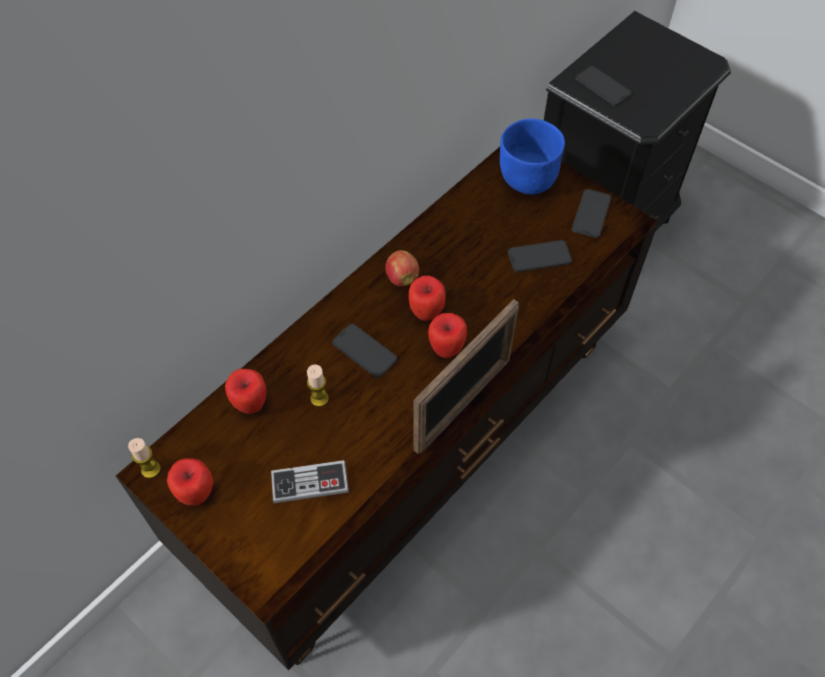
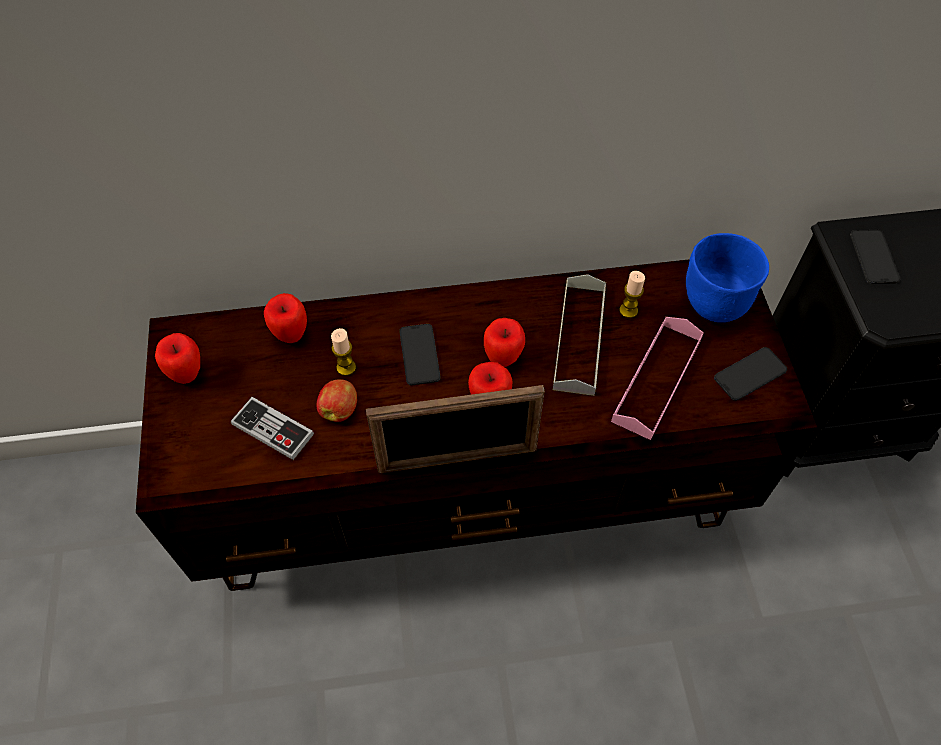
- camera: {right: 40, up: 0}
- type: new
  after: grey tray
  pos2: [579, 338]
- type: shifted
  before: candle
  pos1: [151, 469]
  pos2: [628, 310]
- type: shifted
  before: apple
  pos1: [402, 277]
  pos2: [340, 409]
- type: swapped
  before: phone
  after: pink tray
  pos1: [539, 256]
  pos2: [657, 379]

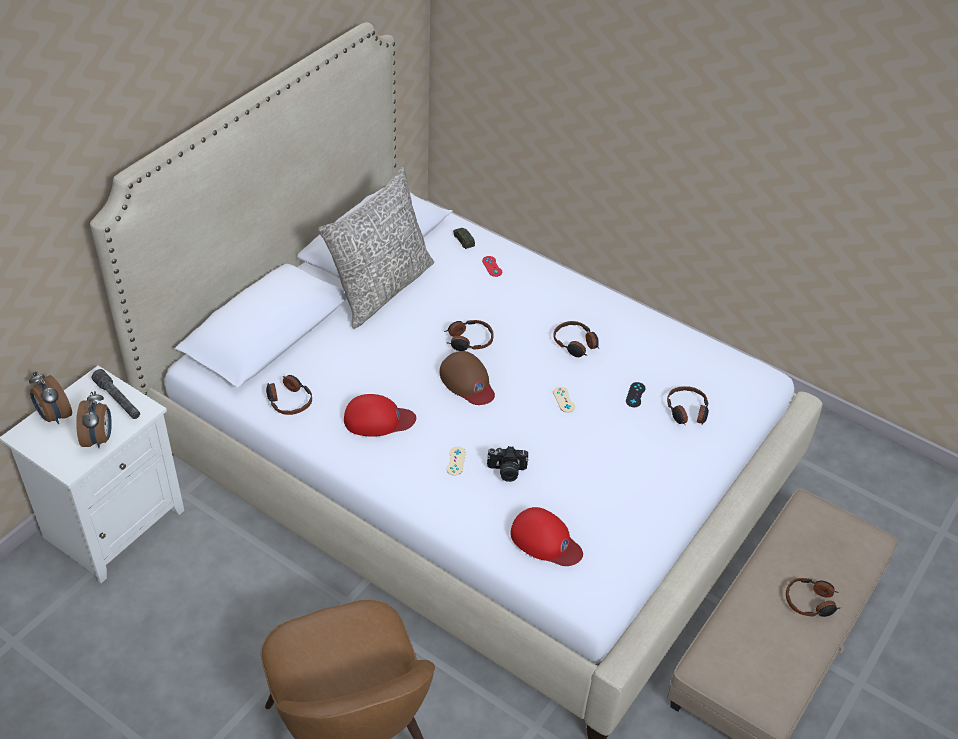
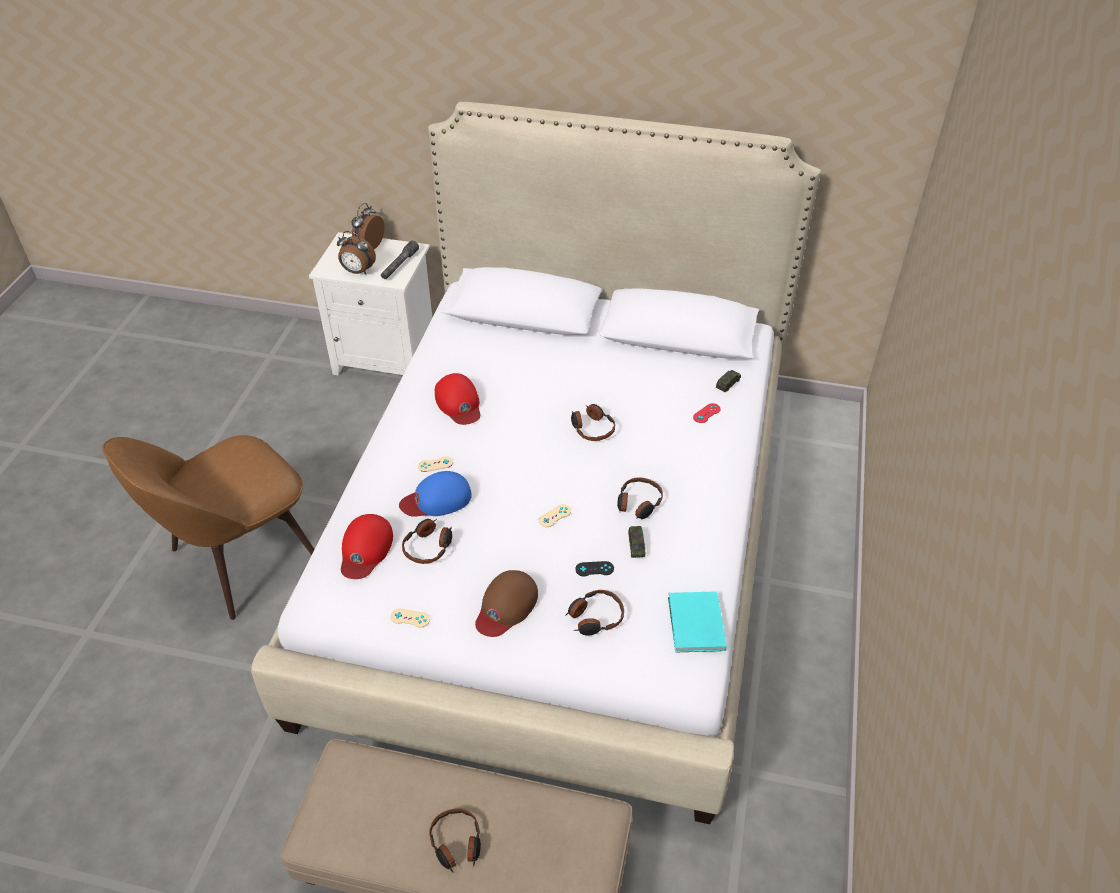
- camera: {right: 70, up: 0}
- type: gone
  before: grey pillow
  pos1: [381, 288]
- type: new
  after: beige game controller
  pos2: [410, 618]
- type: new
  after: toy car
  pos2: [636, 546]
- type: new
  after: turquoise book
  pos2: [695, 625]
- type: shifted
  before: headphones
  pos1: [288, 400]
  pos2: [429, 546]
- type: shifted
  before: brown cap
  pos1: [467, 382]
  pos2: [506, 606]
- type: swapped
  before: photo camera
  after: blue cap
  pos1: [506, 471]
  pos2: [437, 499]
- type: rotated
  before: alarm clock
  pos1: [99, 439]
  pos2: [357, 271]
  turn: 45

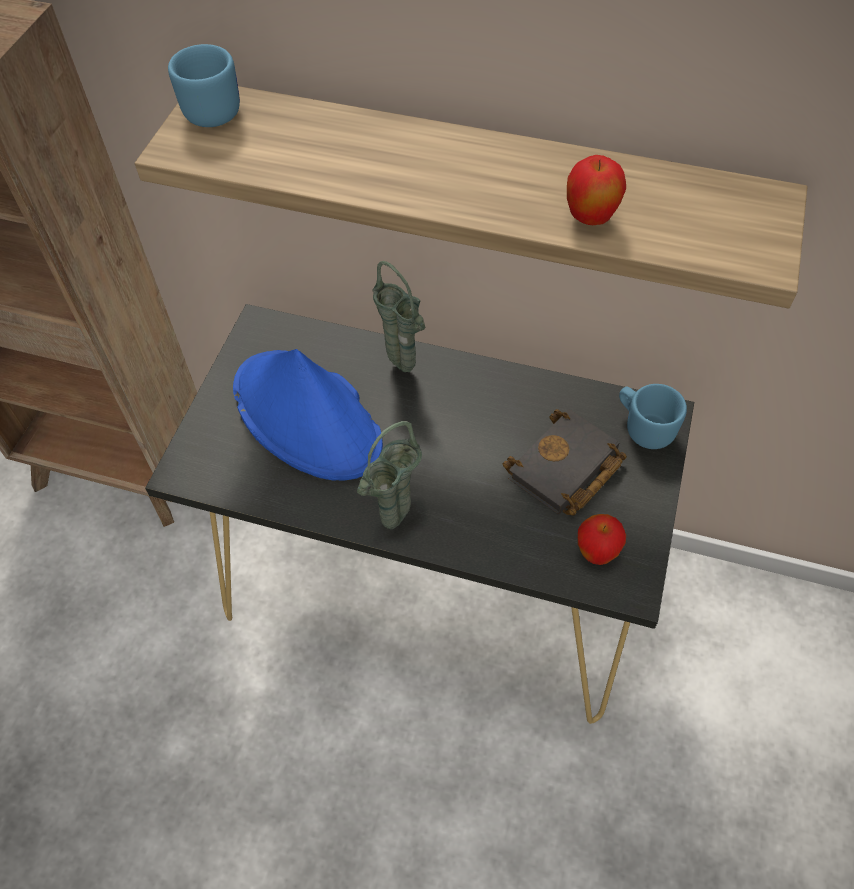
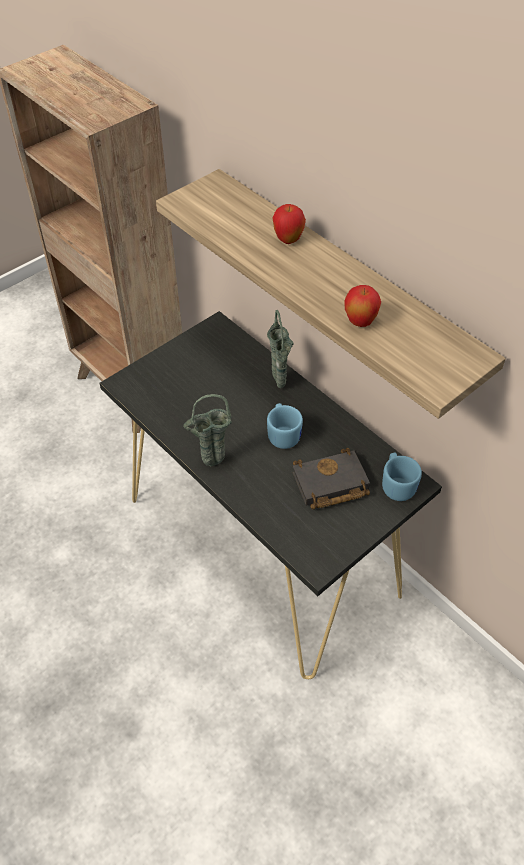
- camera: {right: 30, up: -5}
- type: gone
  before: blue hat
  pos1: [308, 417]
- type: shifted
  before: blue mug
  pos1: [207, 109]
  pos2: [283, 434]
- type: shifted
  before: apple
  pos1: [596, 553]
  pos2: [288, 240]

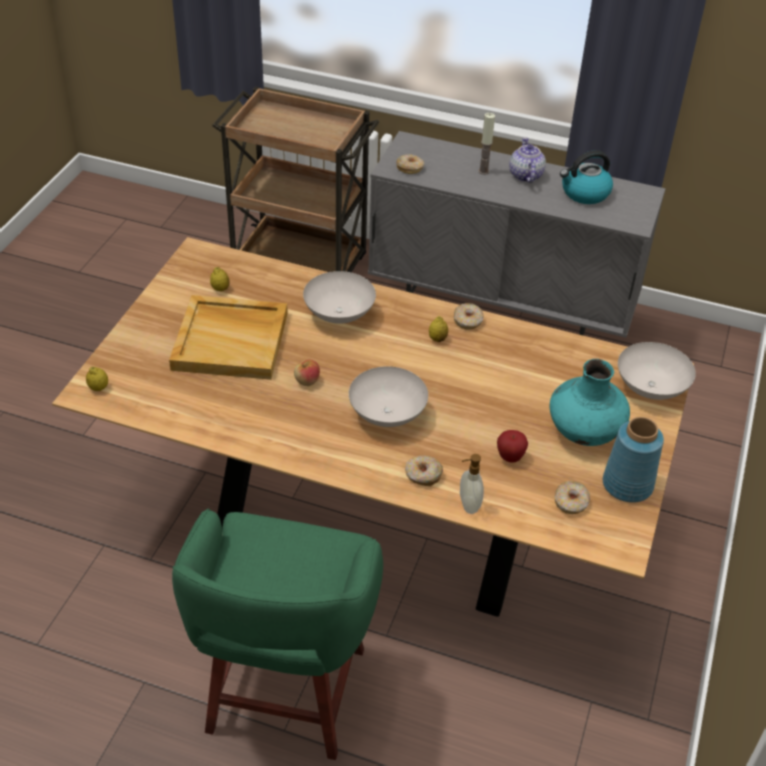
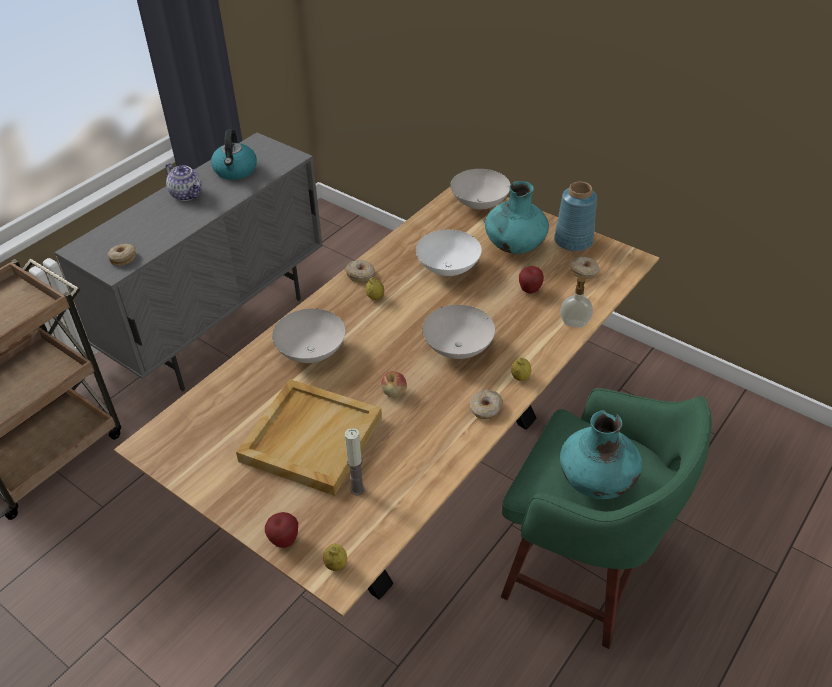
- camera: {right: -70, up: 0}
- type: new
  after: apple
  pos2: [284, 540]
- type: new
  after: white bowl
  pos2: [448, 269]
- type: new
  after: turquoise vase
  pos2: [596, 482]
- type: shifted
  before: lemon
  pos1: [220, 289]
  pos2: [520, 377]
- type: shifted
  before: donut
  pos1: [423, 475]
  pos2: [485, 409]
- type: shifted
  before: candle
  pos1: [483, 171]
  pos2: [357, 489]
- type: rotated
  before: teapot
  pos1: [525, 175]
  pos2: [187, 194]
  turn: -150

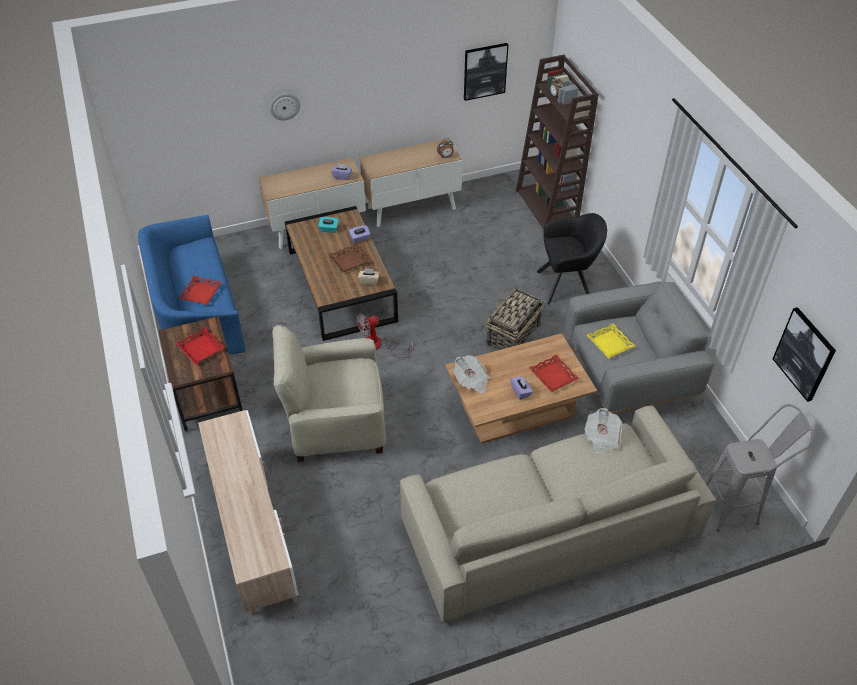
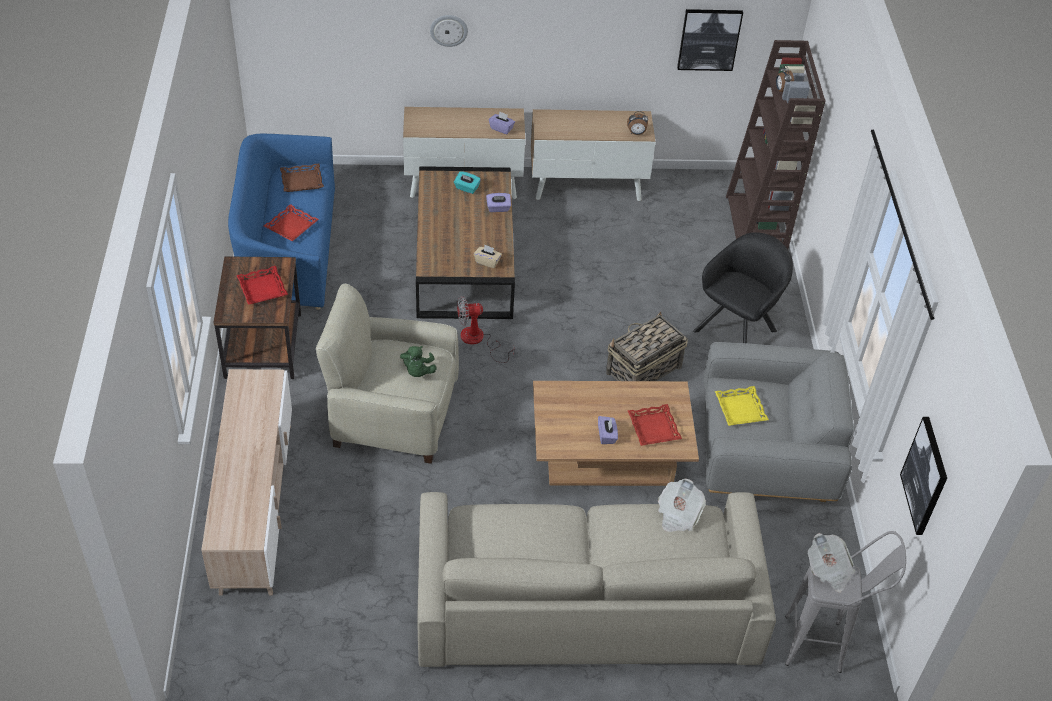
- camera: {right: 15, up: 0}
- type: new
  after: green plush toy
  pos2: [418, 371]
- type: shifted
  before: brown tray
  pos1: [349, 261]
  pos2: [302, 181]
- type: shifted
  before: newspaper
  pos1: [471, 381]
  pos2: [828, 570]
- type: rotated
  before: black armchair
  pos1: [567, 285]
  pos2: [738, 328]
  turn: -60

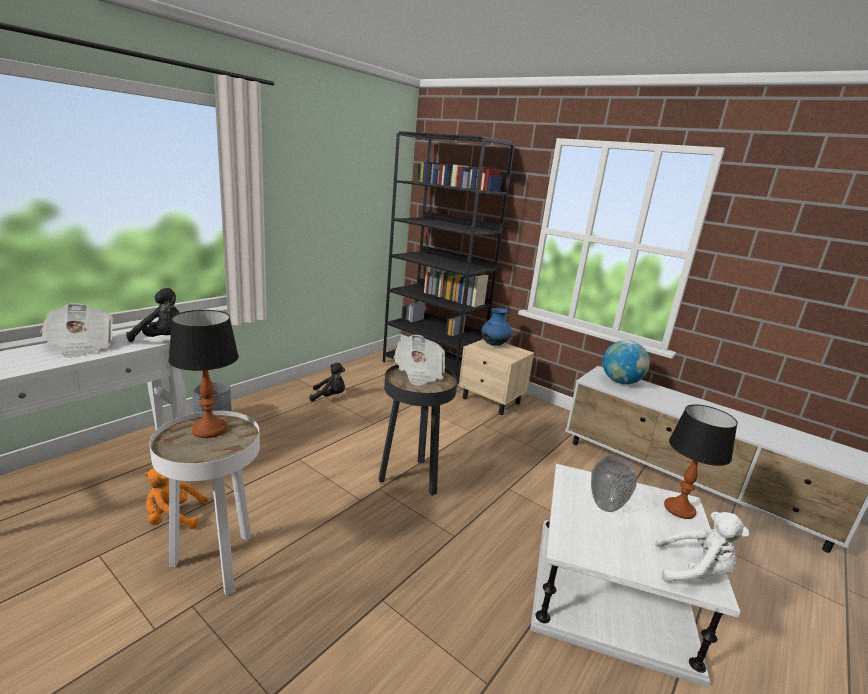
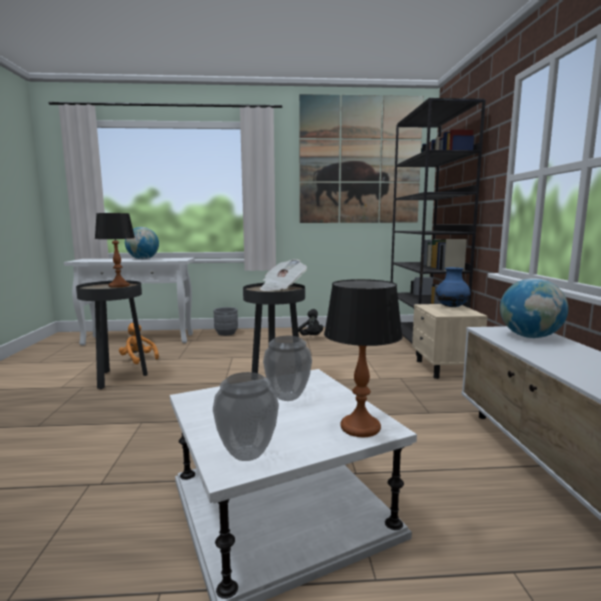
- camera: {right: 50, up: -10}
- type: gone
  before: black plush toy
  pos1: [164, 339]
- type: new
  after: picture
  pos2: [360, 160]
- type: swapped
  before: newspaper
  after: globe
  pos1: [81, 346]
  pos2: [143, 259]
- type: swapped
  before: white plush toy
  after: vase
  pos1: [694, 572]
  pos2: [246, 455]
- type: repainted
  before: white side table
  after: black side table
  pos1: [217, 563]
  pos2: [118, 378]

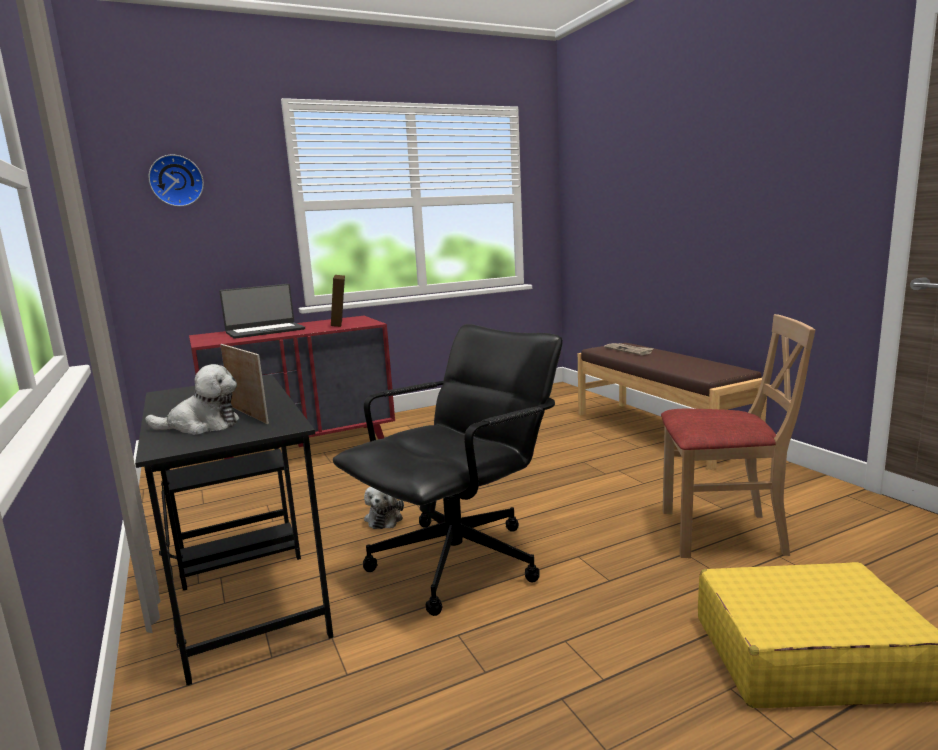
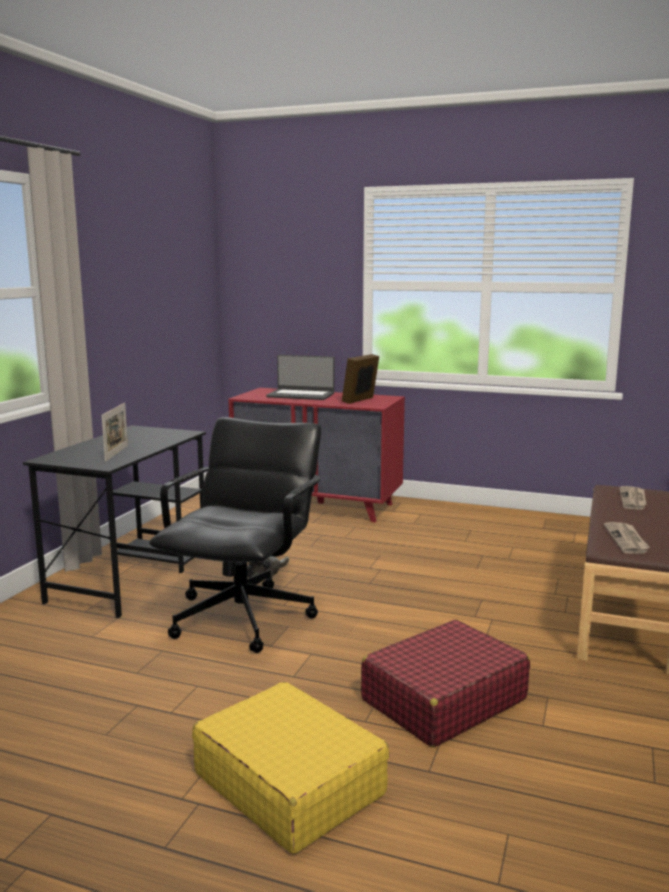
- camera: {right: 45, up: 0}
- type: gone
  before: plush toy
  pos1: [202, 426]
- type: gone
  before: wall clock
  pos1: [176, 181]
- type: new
  after: newspaper
  pos2: [627, 540]
- type: swapped
  before: beige chair
  after: red suitcase
  pos1: [721, 533]
  pos2: [443, 700]
- type: rotated
  before: black office chair
  pos1: [459, 561]
  pos2: [244, 617]
  turn: -75

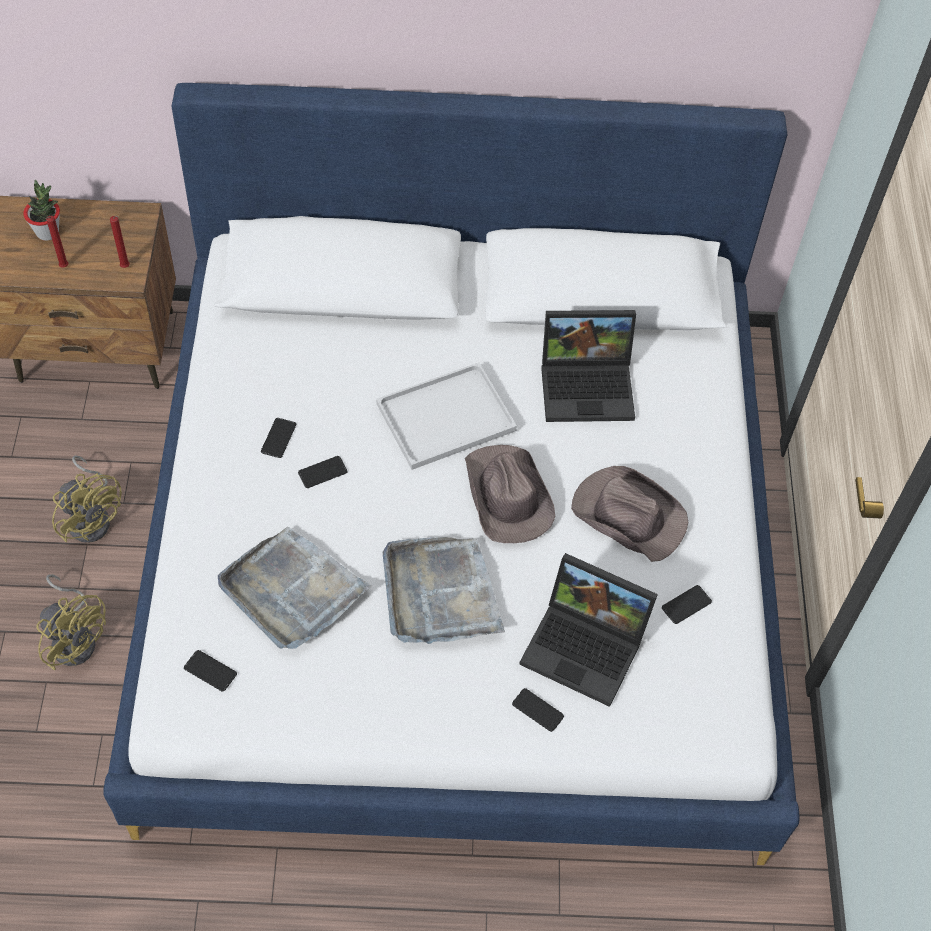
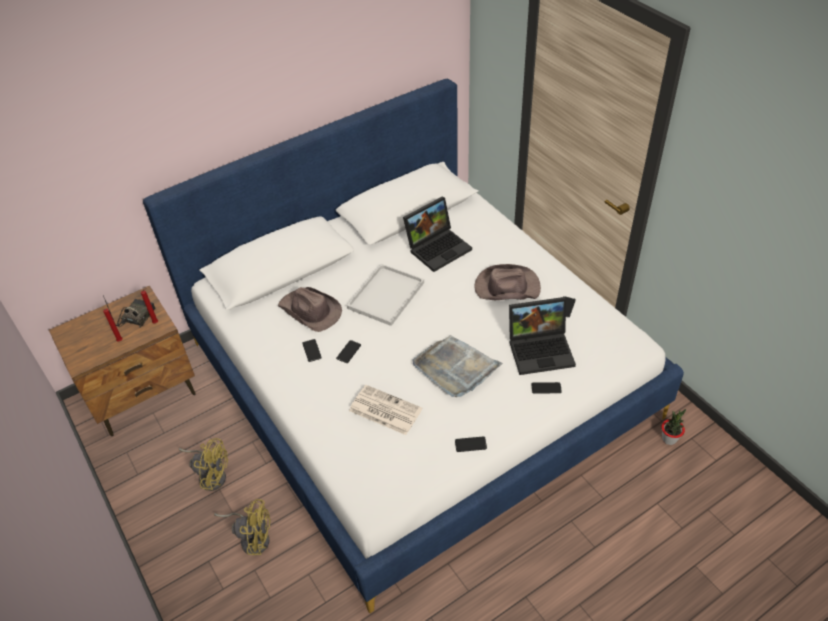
- camera: {right: -30, up: -10}
- type: new
  after: radio
  pos2: [136, 316]
- type: shifted
  before: potted plant
  pos1: [48, 232]
  pos2: [669, 439]
- type: shifted
  before: phone
  pos1: [210, 671]
  pos2: [470, 444]
- type: shifted
  before: brown hat
  pos1: [506, 496]
  pos2: [310, 311]
- type: swapped
  before: grey tray
  after: newspaper
  pos1: [292, 591]
  pos2: [384, 410]

